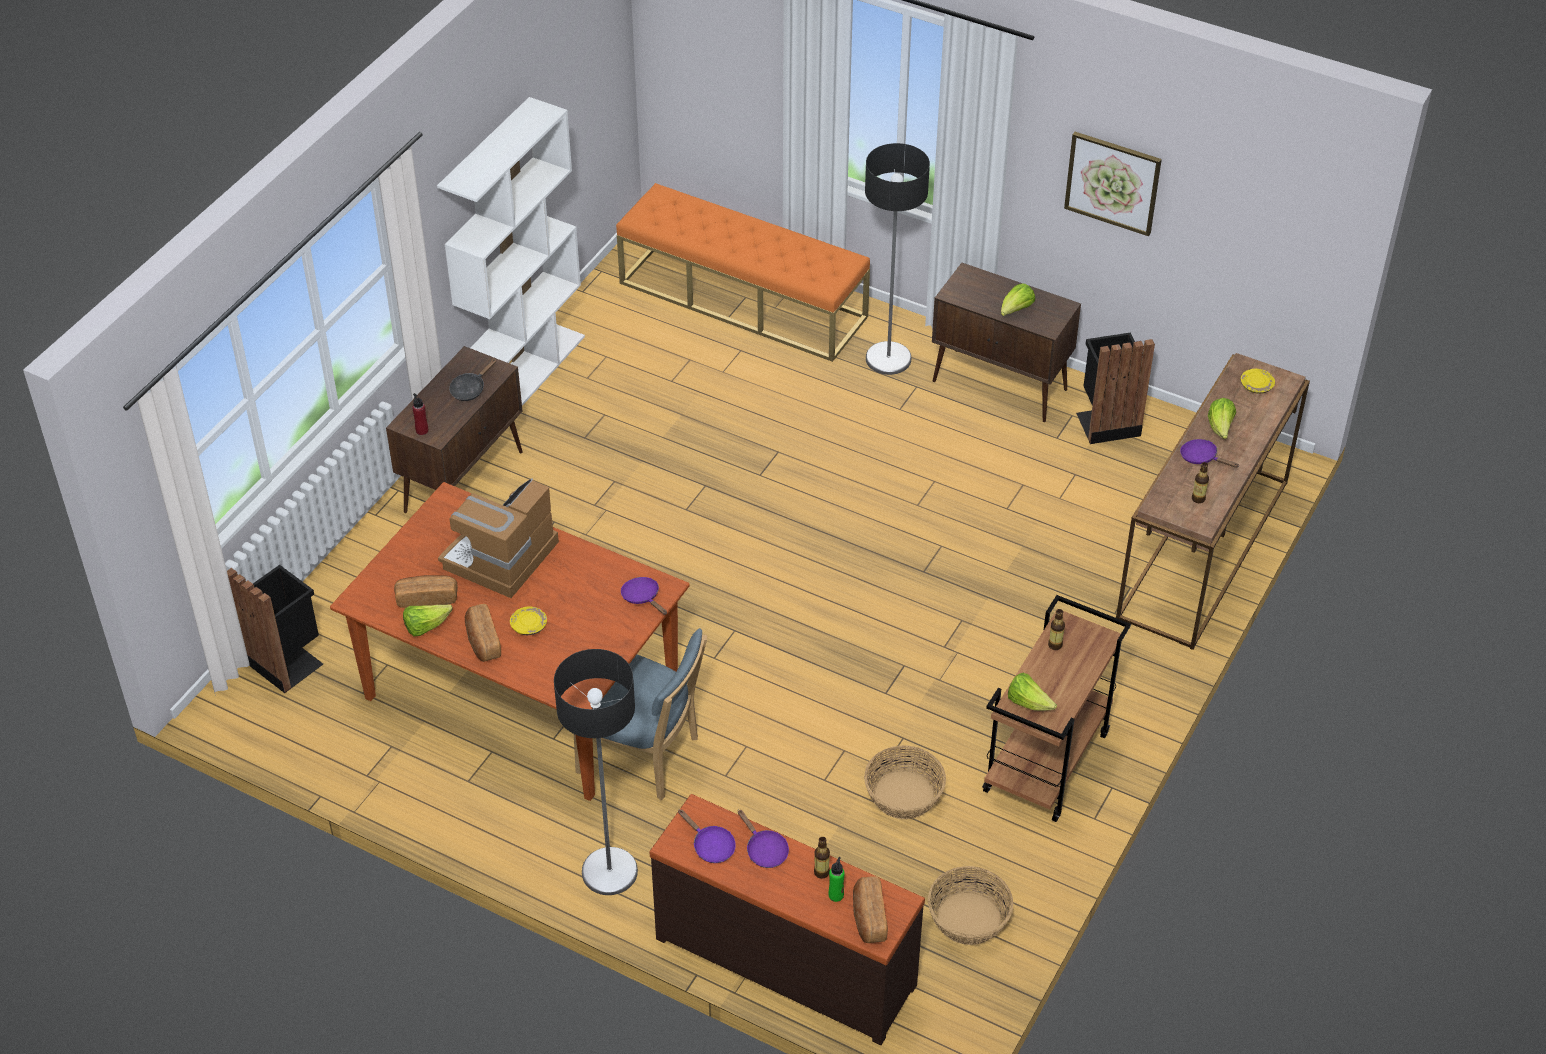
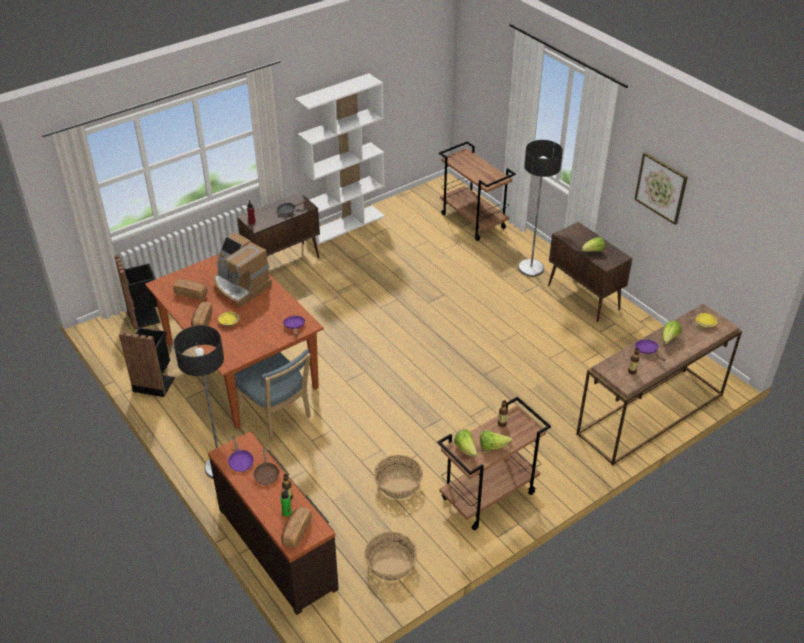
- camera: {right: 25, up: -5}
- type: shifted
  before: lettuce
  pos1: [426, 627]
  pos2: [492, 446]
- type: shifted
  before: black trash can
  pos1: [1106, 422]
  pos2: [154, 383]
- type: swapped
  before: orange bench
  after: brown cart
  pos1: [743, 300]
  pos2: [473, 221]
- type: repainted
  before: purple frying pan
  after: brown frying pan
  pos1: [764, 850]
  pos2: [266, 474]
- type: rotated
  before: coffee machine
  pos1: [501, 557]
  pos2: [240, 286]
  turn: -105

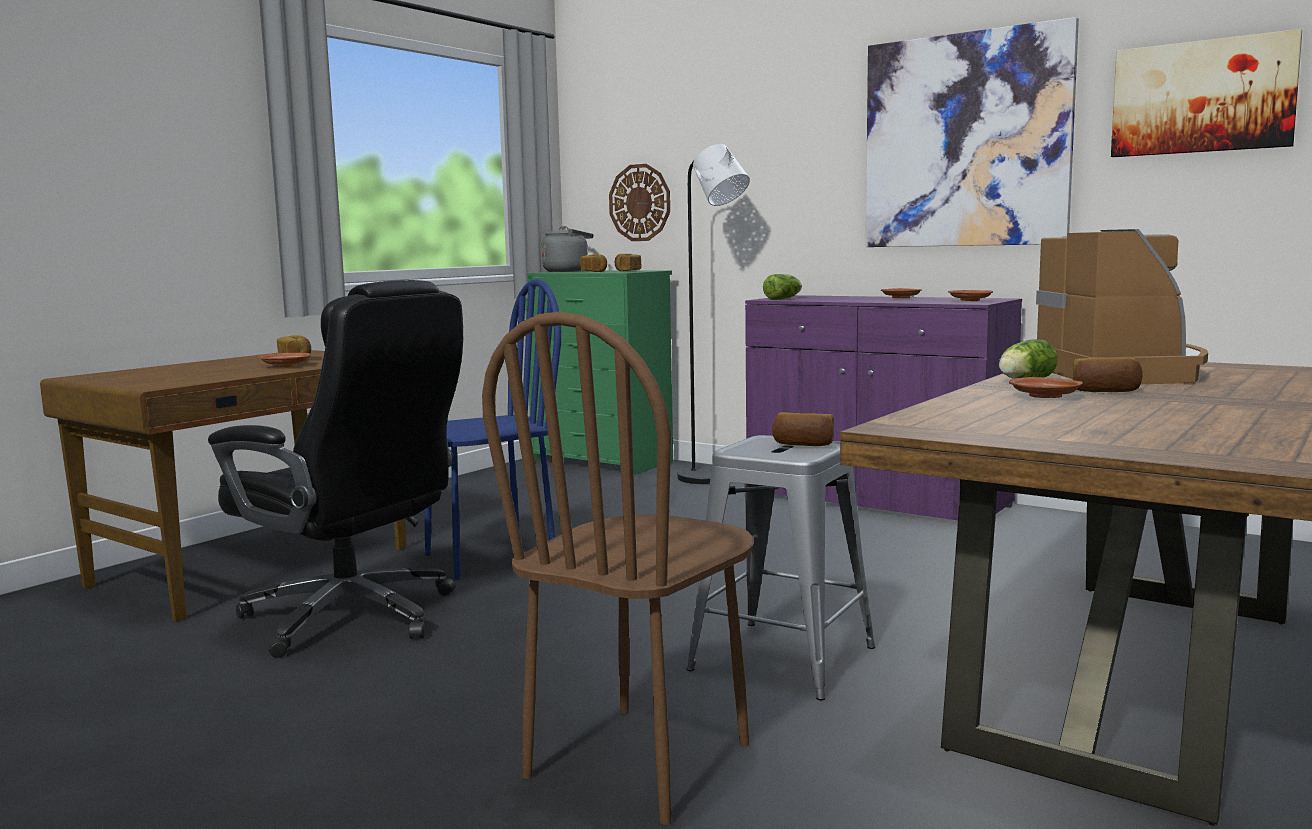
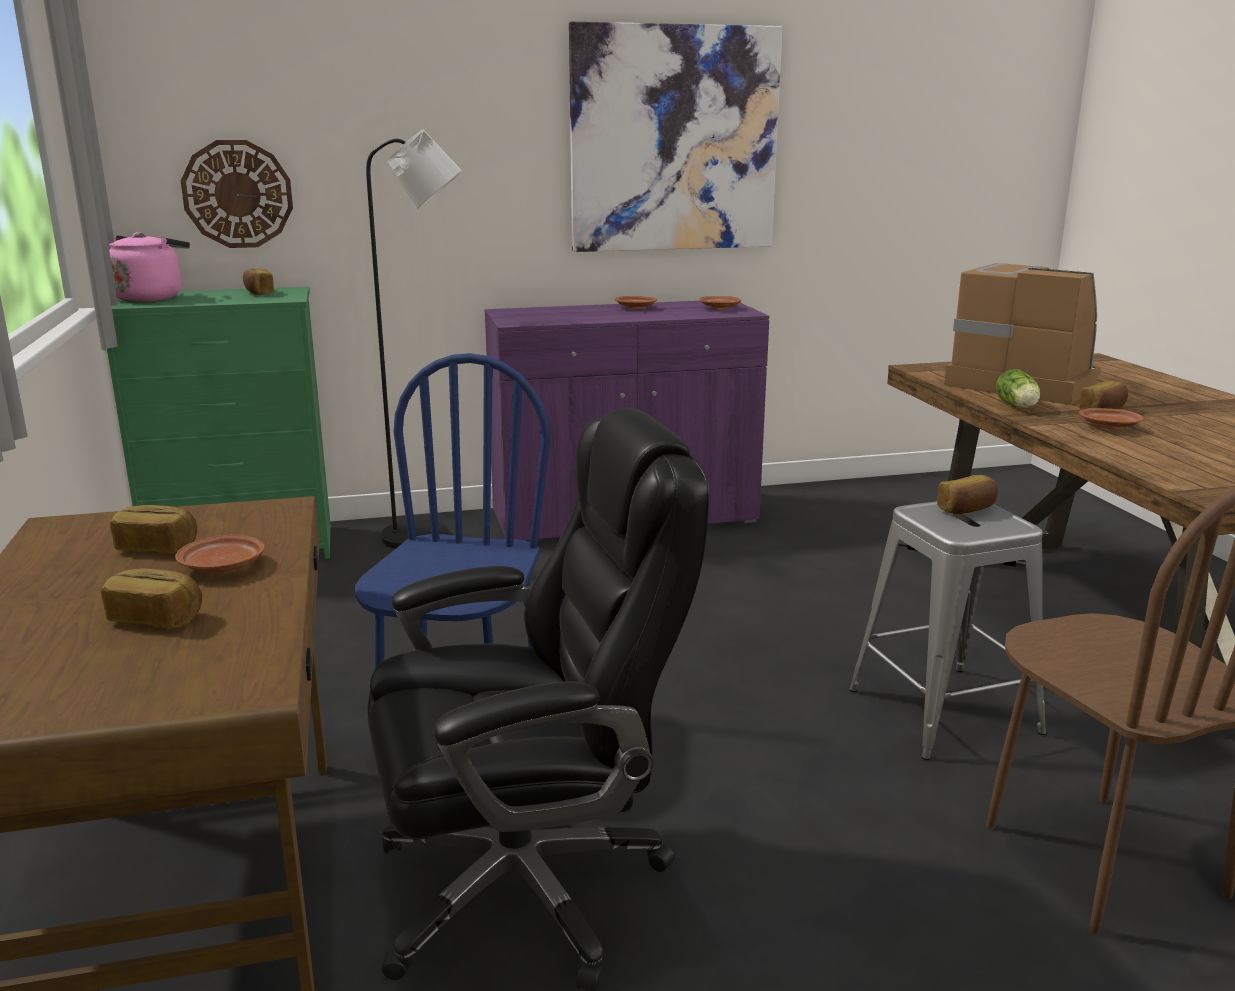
- camera: {right: -50, up: 10}
- type: gone
  before: lettuce
  pos1: [784, 298]
- type: gone
  before: picture
  pos1: [1202, 97]
- type: shifted
  before: bread
  pos1: [594, 272]
  pos2: [157, 618]
- type: repainted
  before: grey kettle
  after: pink kettle
  pos1: [568, 271]
  pos2: [150, 298]

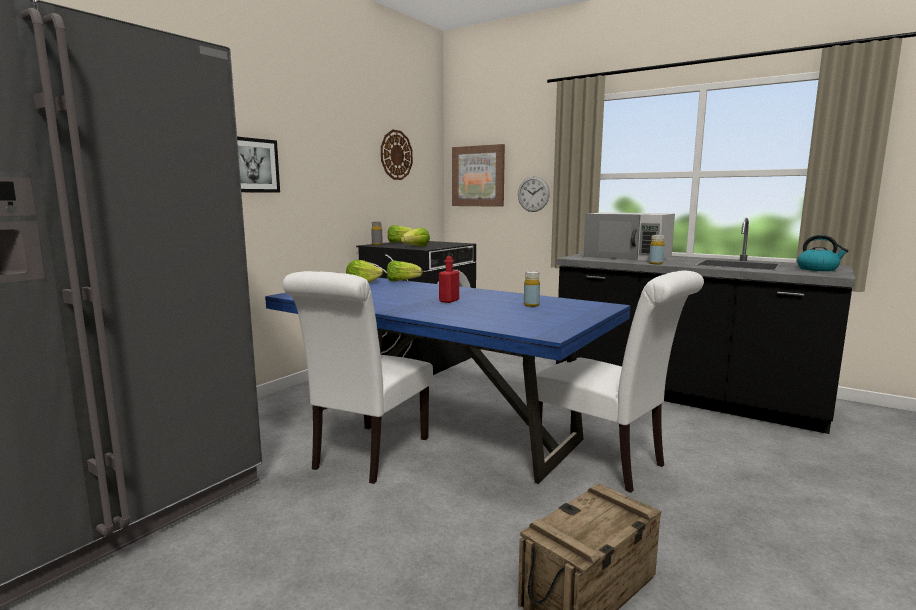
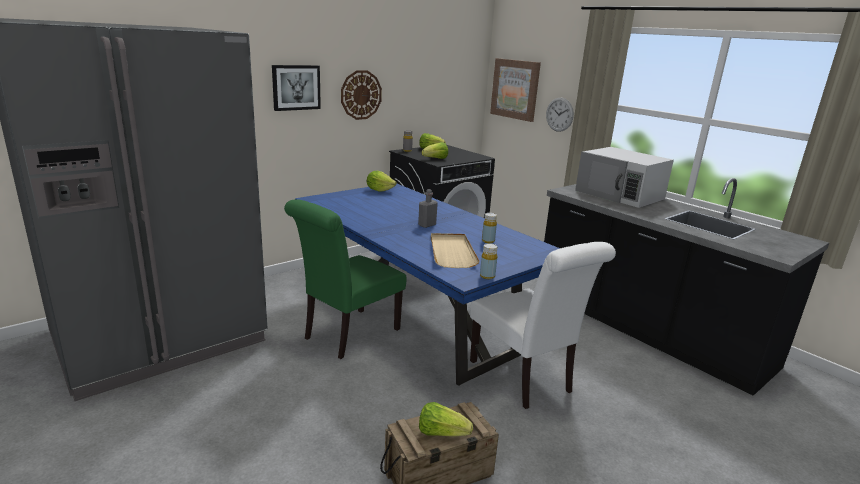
- camera: {right: 15, up: 10}
- type: gone
  before: kettle
  pos1: [818, 269]
- type: new
  after: beige tray
  pos2: [451, 252]
- type: shifted
  before: wall clock
  pos1: [396, 155]
  pos2: [361, 95]
- type: shifted
  before: lettuce
  pos1: [402, 281]
  pos2: [441, 433]
- type: shifted
  before: yellow bottle
  pos1: [656, 263]
  pos2: [487, 276]
- type: repainted
  before: white chair
  after: green chair
  pos1: [367, 455]
  pos2: [347, 335]
- type: repainted
  before: red bottle
  after: grey bottle
  pos1: [449, 301]
  pos2: [427, 225]

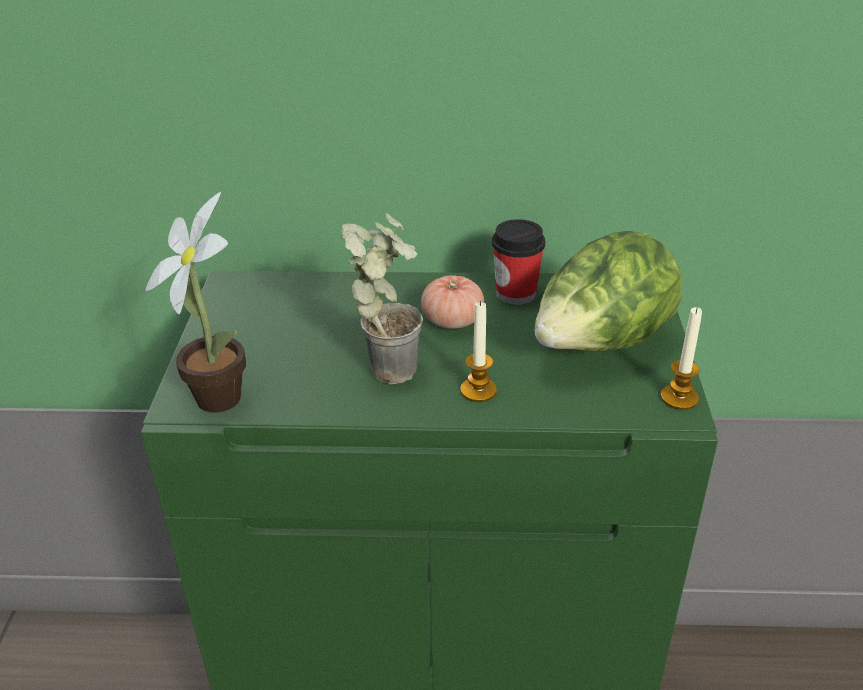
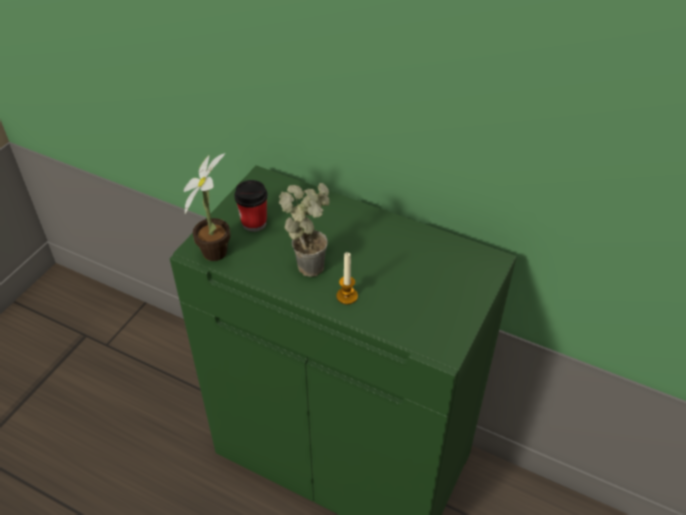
- camera: {right: 25, up: 10}
- type: gone
  before: tomato
  pos1: [452, 320]
- type: gone
  before: lettuce
  pos1: [601, 346]
- type: gone
  before: candle
  pos1: [679, 398]
- type: shifted
  before: cup
  pos1: [515, 294]
  pos2: [254, 223]

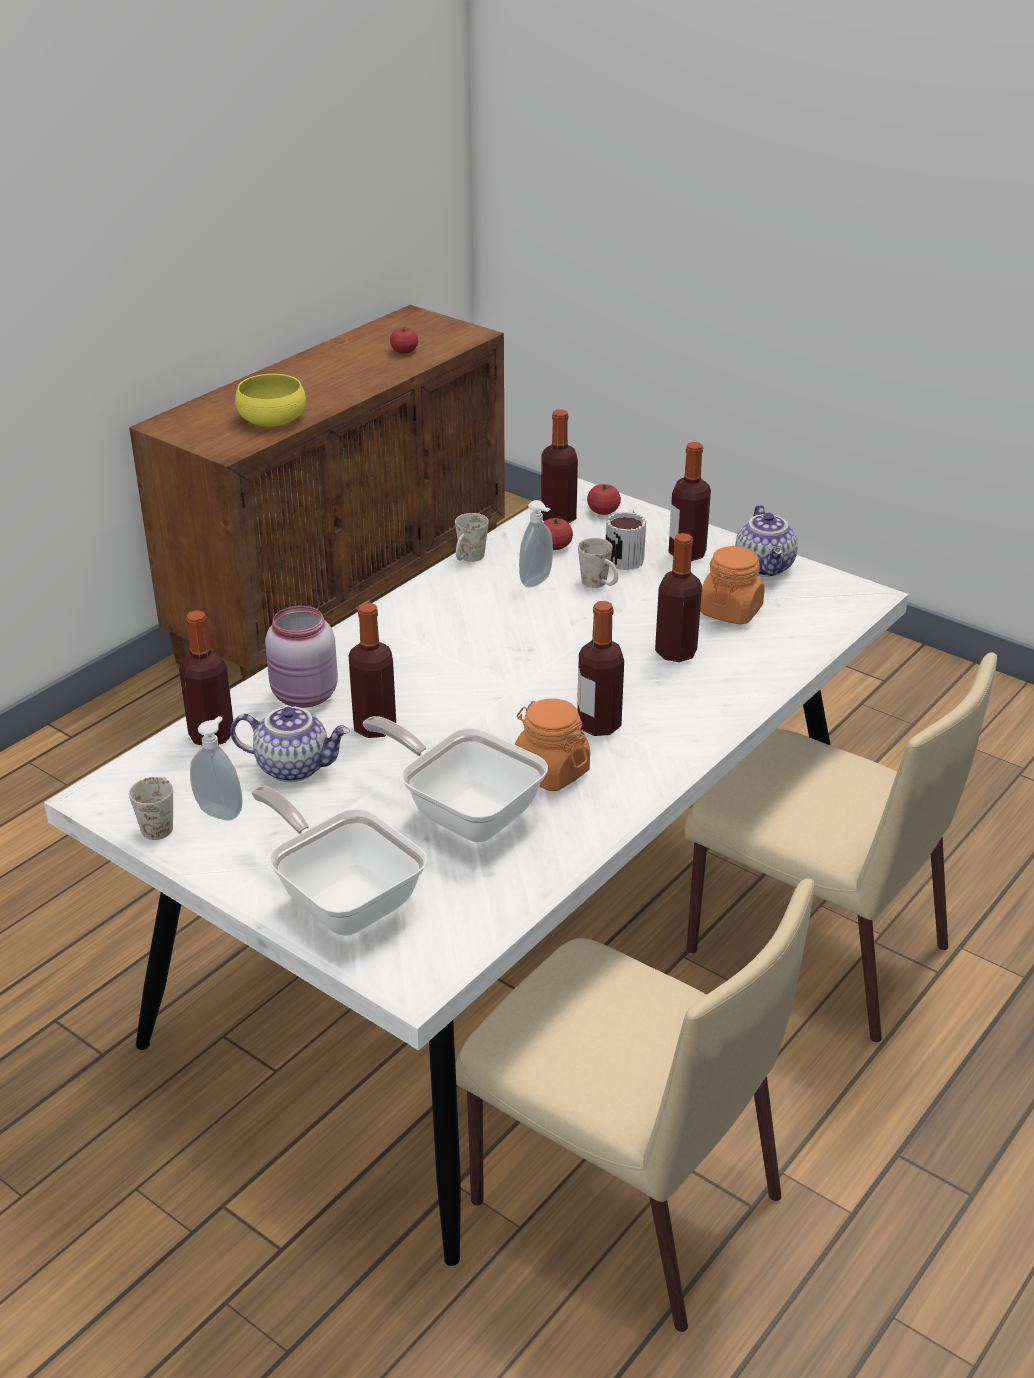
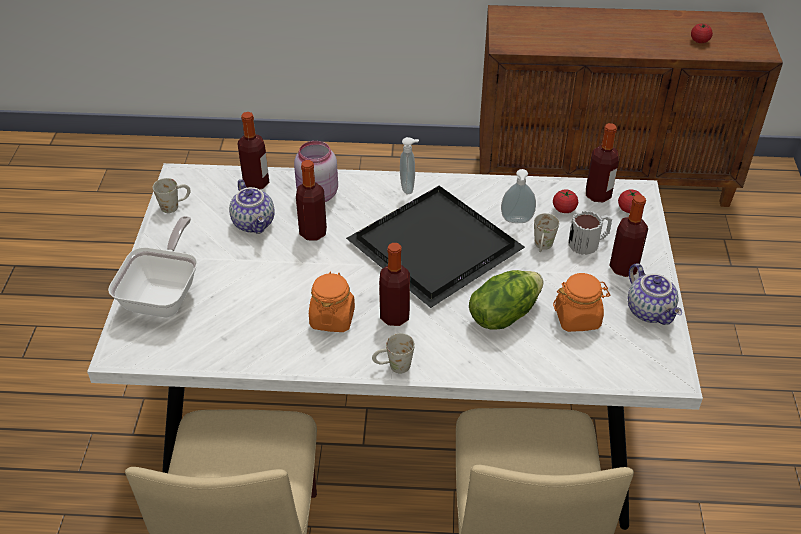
- camera: {right: 55, up: 10}
- type: gone
  before: yellow bowl
  pos1: [272, 418]
- type: gone
  before: frying pan
  pos1: [464, 811]
- type: new
  after: black tray
  pos2: [434, 249]
- type: shifted
  before: soap dispenser
  pos1: [221, 811]
  pos2: [409, 187]
- type: shifted
  before: white mug
  pos1: [468, 559]
  pos2: [393, 367]
- type: swapped
  before: bottle
  after: lettuce
  pos1: [675, 652]
  pos2: [503, 314]
- type: rotated
  before: teapot
  pos1: [766, 567]
  pos2: [650, 311]
  turn: -75

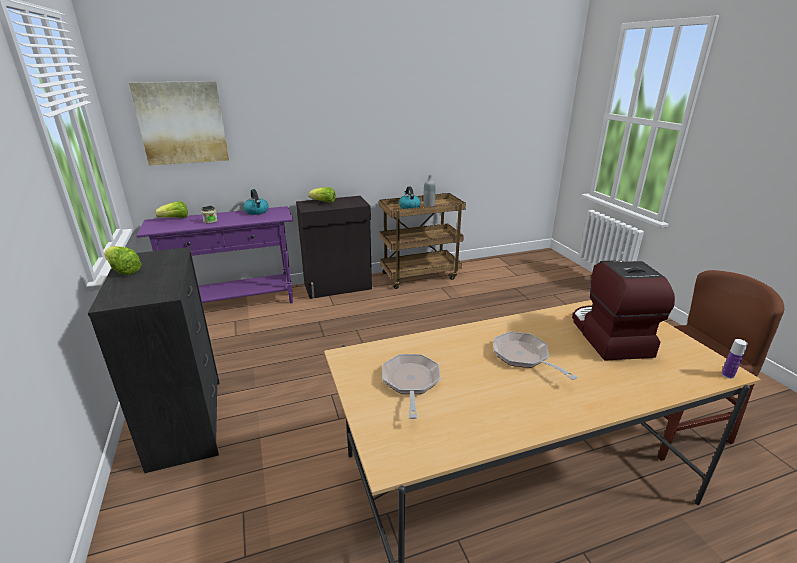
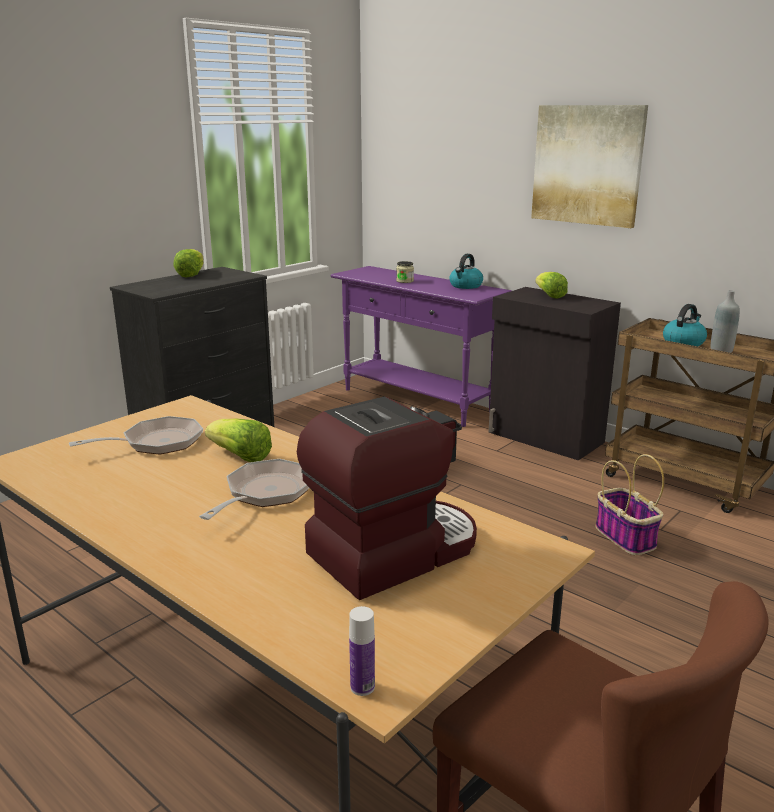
- camera: {right: 60, up: -5}
- type: new
  after: basket
  pos2: [626, 537]
- type: shifted
  before: picture
  pos1: [182, 123]
  pos2: [587, 165]
- type: shifted
  before: lettuce
  pos1: [175, 218]
  pos2: [240, 457]

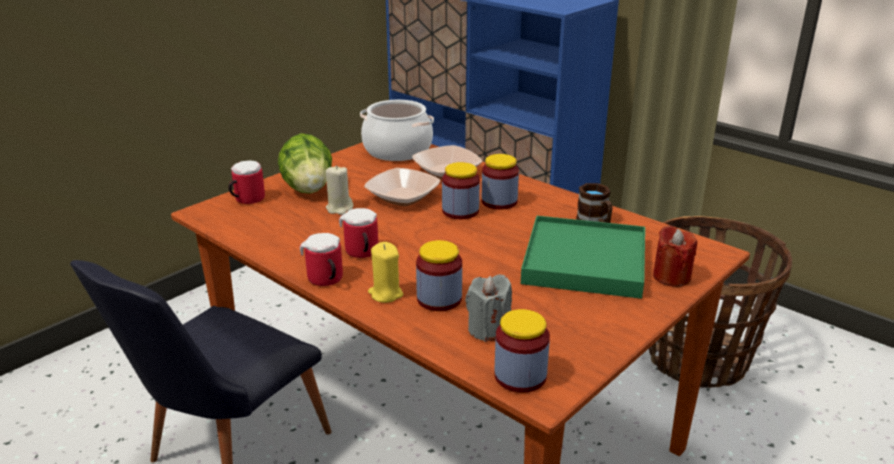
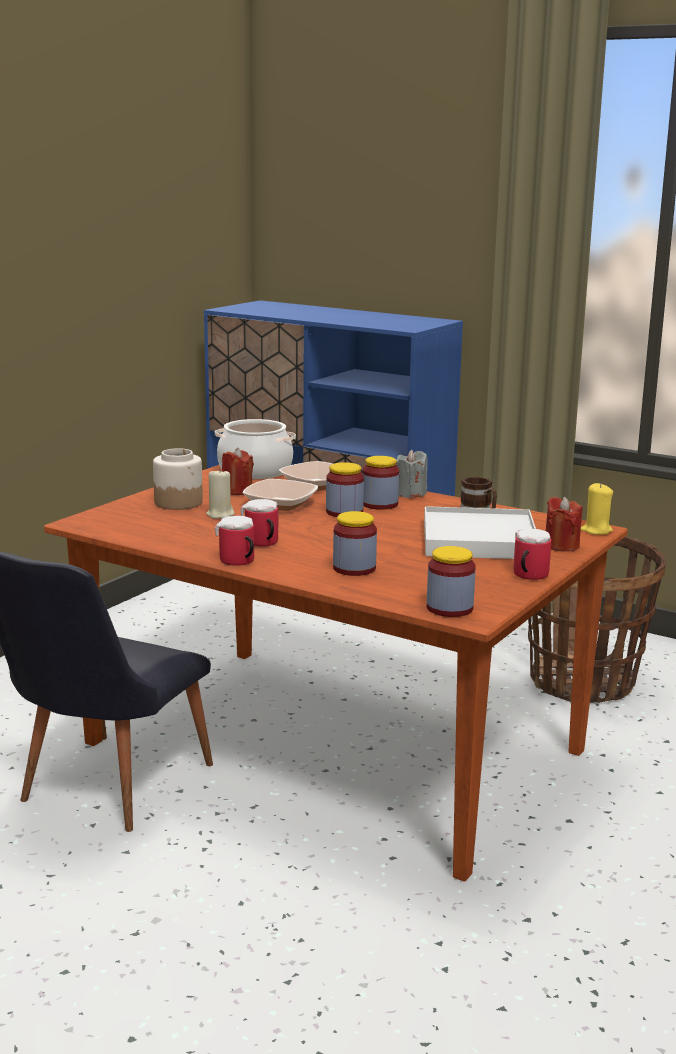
- camera: {right: -10, up: -10}
- type: new
  after: red candle
  pos2: [237, 491]
- type: shifted
  before: mug
  pos1: [246, 199]
  pos2: [527, 575]
- type: shifted
  before: yellow candle
  pos1: [385, 294]
  pos2: [596, 530]
- type: shifted
  before: grey candle
  pos1: [488, 329]
  pos2: [410, 494]
- type: swapped
  before: lettuce
  after: jar
  pos1: [308, 189]
  pos2: [178, 502]
- type: repainted
  before: green tray
  after: white tray
  pos1: [584, 262]
  pos2: [478, 540]

